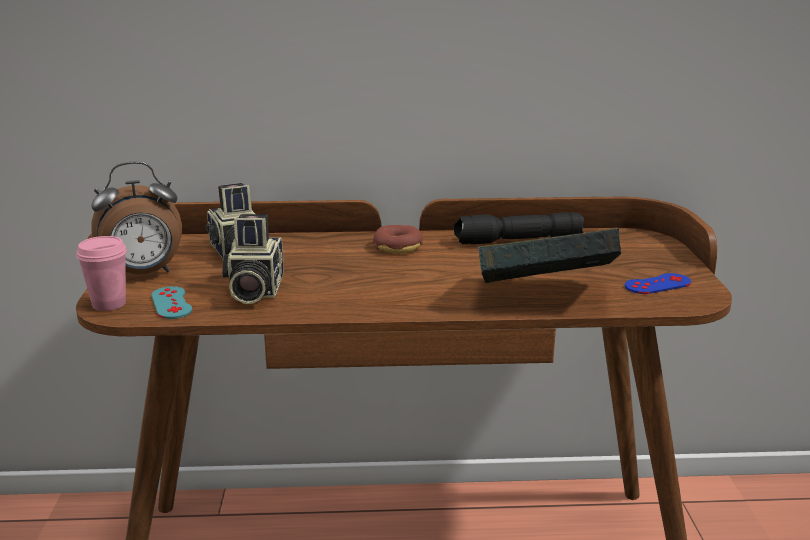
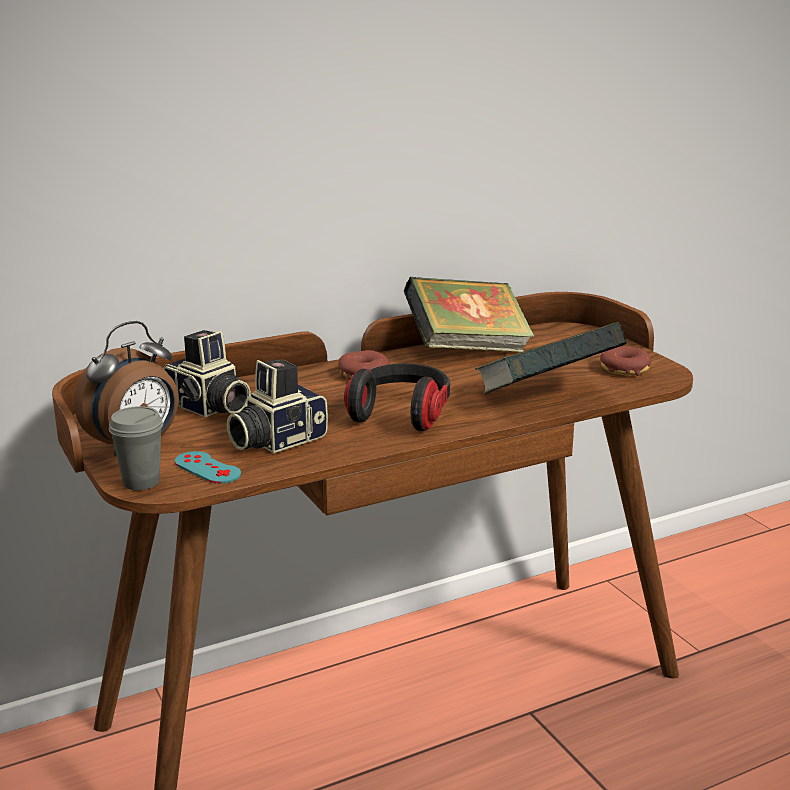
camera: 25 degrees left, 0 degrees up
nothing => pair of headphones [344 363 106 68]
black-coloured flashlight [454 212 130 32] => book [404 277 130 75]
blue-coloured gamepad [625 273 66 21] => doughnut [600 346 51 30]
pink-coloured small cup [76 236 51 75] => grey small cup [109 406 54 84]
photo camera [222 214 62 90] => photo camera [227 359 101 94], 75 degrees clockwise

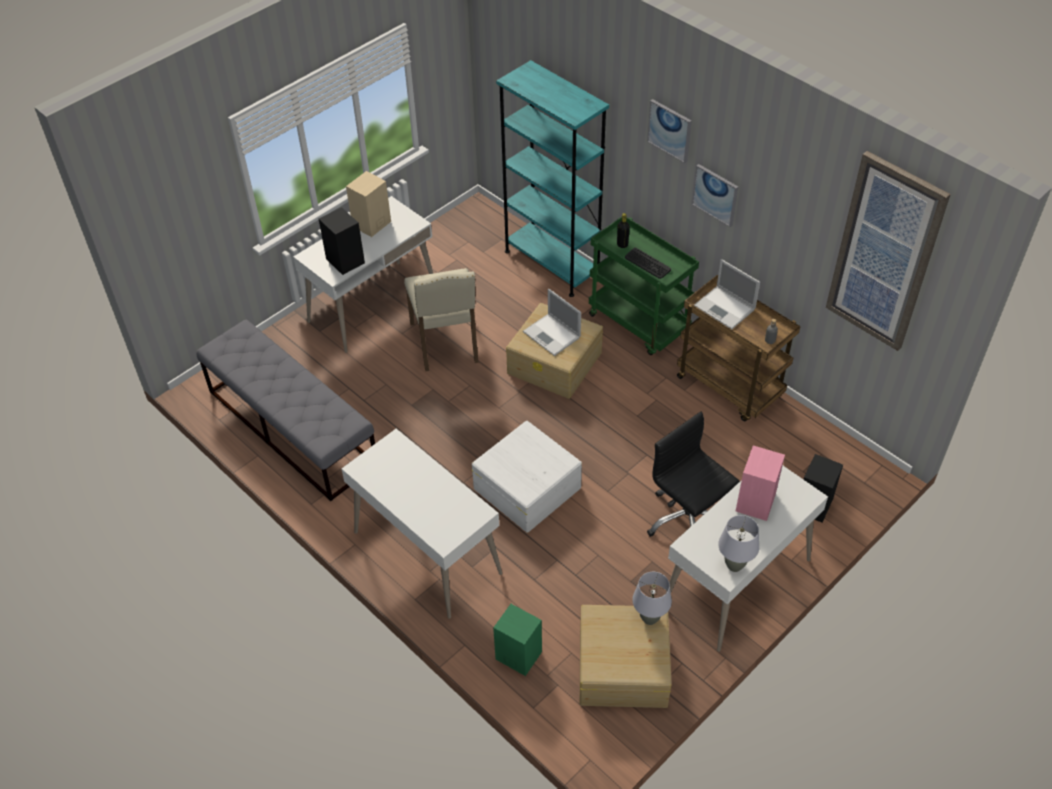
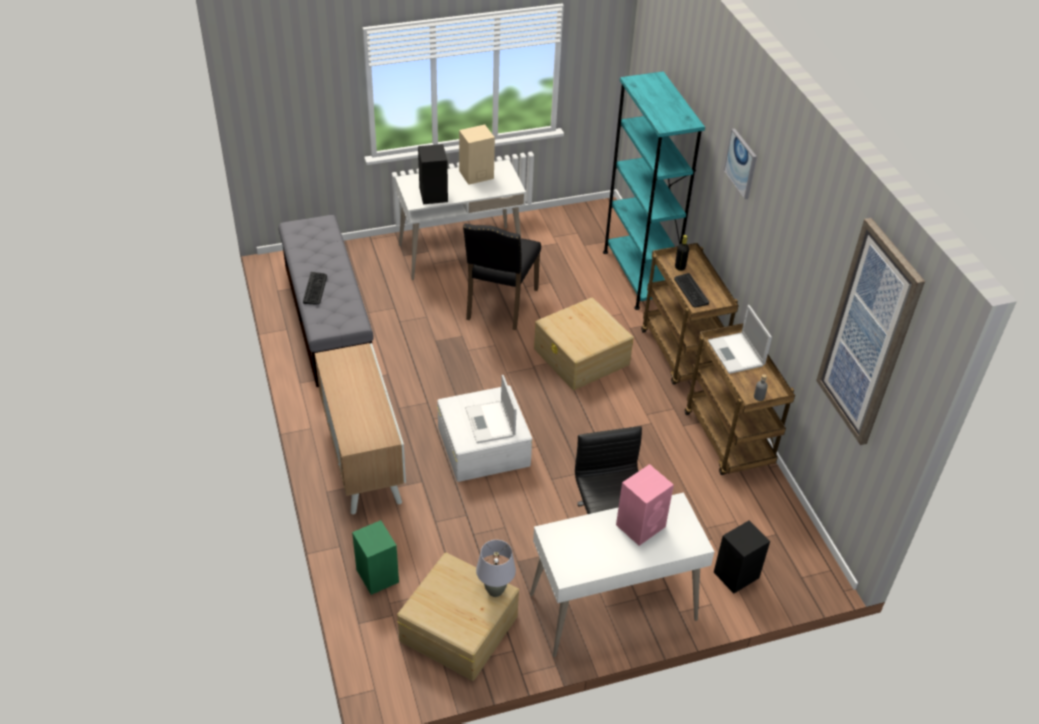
camera: 25 degrees right, 5 degrees down
wall art [692 164 46 63] => nothing
grey table lamp [718 515 41 57] => nothing
nothing => computer keyboard [303 272 24 33]
laptop [523 289 58 67] => laptop [465 375 52 68], move
white desk table [342 429 160 190] => cabinet [315 343 91 172]
beige chair [404 268 75 103] => black-coloured chair [463 223 78 107]
green trolley [589 217 110 138] => brown-coloured trolley [641 243 98 142]

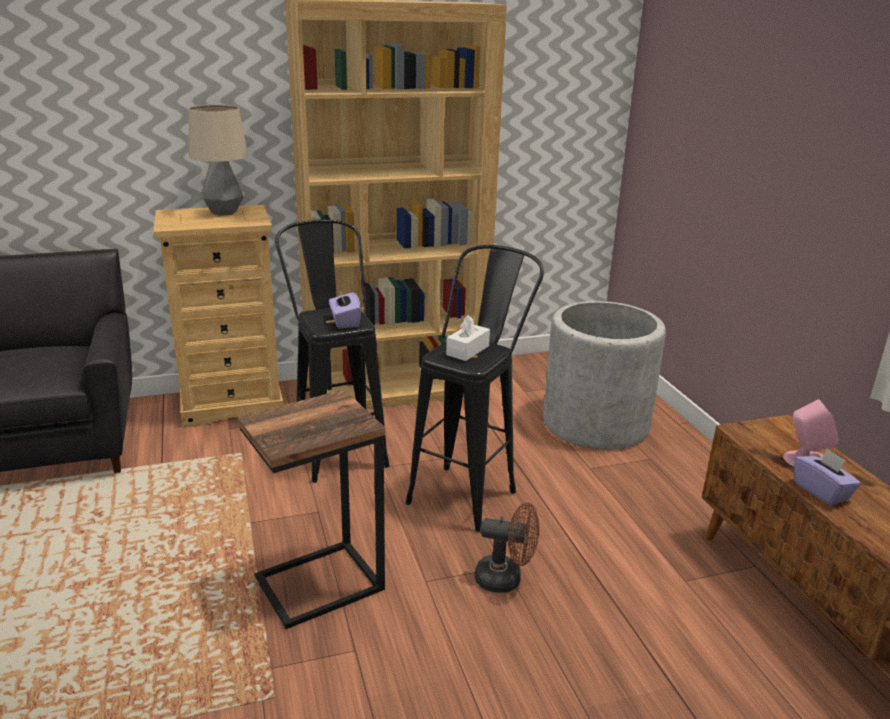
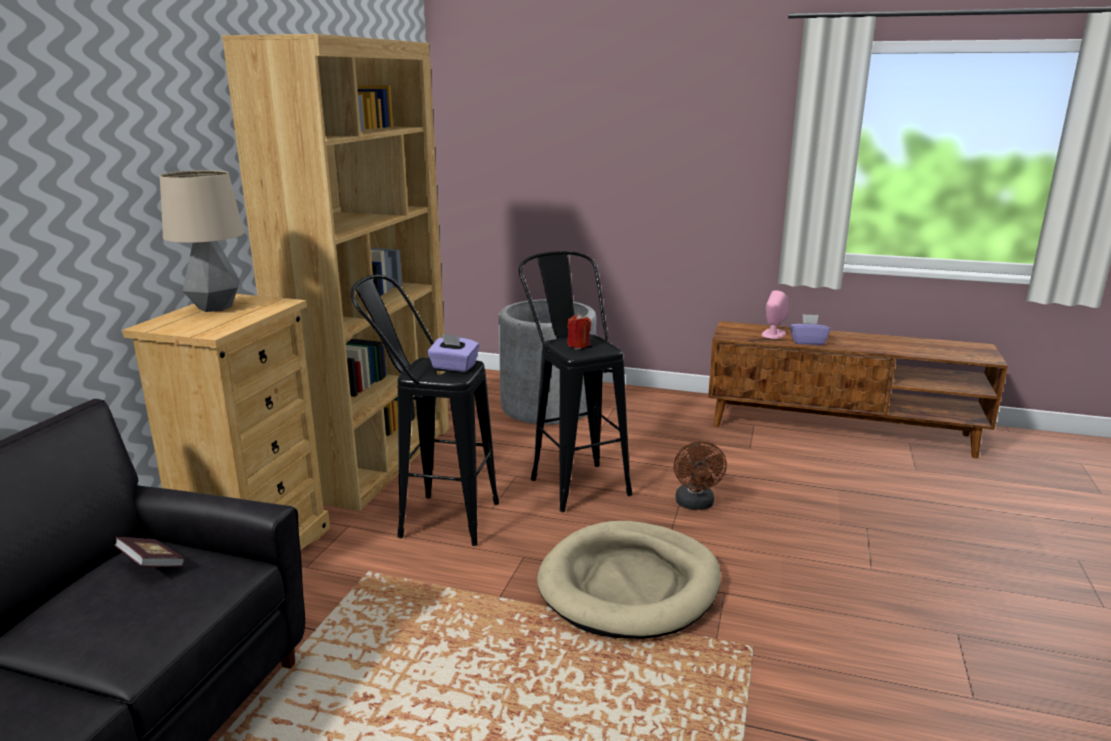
camera: 55 degrees left, 5 degrees down
nothing => book [114 537 71 30]
accent table [237 390 148 239] => beige dog bed [537 521 184 118]
white tissue holder [446 315 44 46] => reddish wax candle [567 313 24 35]
brown-coloured electric fan [475 502 64 91] => brown-coloured electric fan [674 441 53 69], 135 degrees clockwise

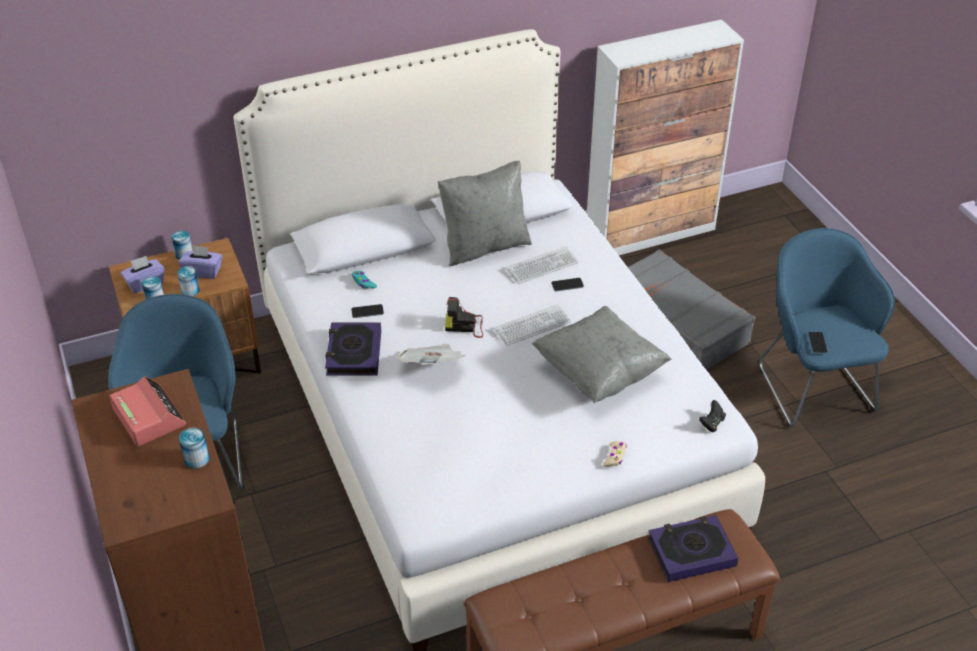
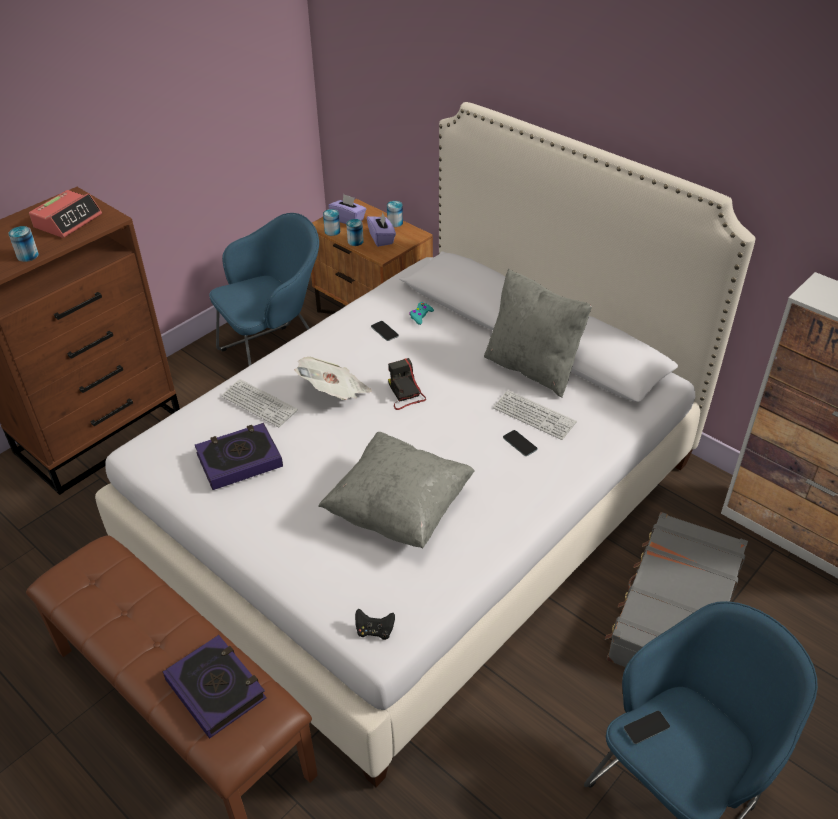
camera: 65 degrees right, 0 degrees up
beige gamepad [603 441 24 26] => nothing
book [325 322 56 54] => book [195 423 88 67], move
computer keyboard [494 304 77 42] => computer keyboard [221 379 77 48], move

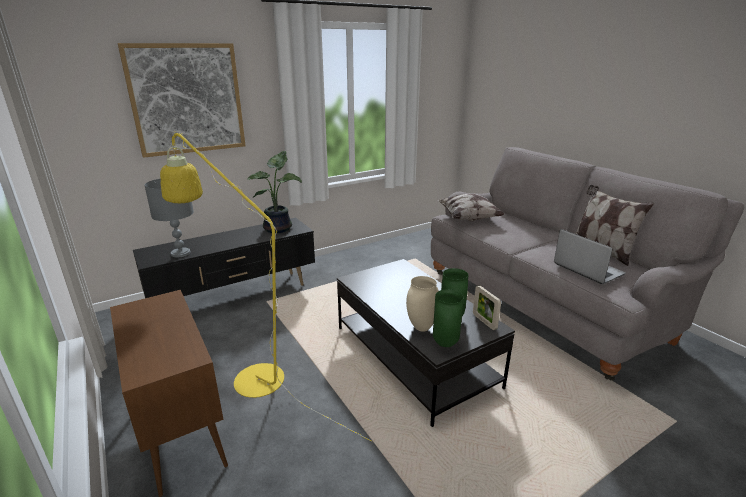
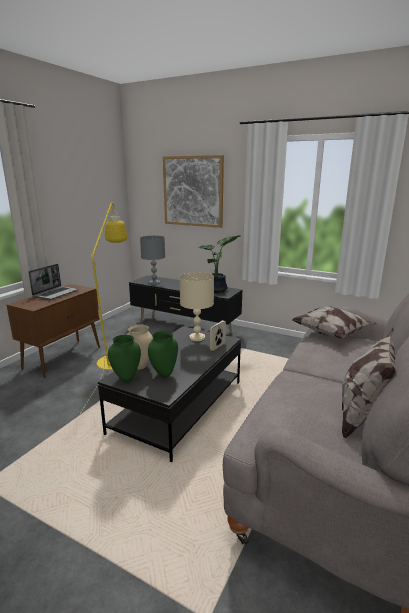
camera: 60 degrees right, 5 degrees down
nothing => beige table lamp [180 272 34 69]
picture frame [473 285 28 45] => picture frame [210 320 16 31], move
laptop [554 229 71 55] => laptop [28 264 50 36], move

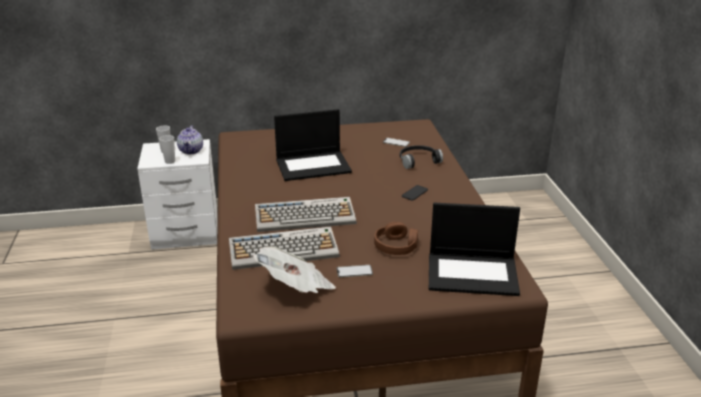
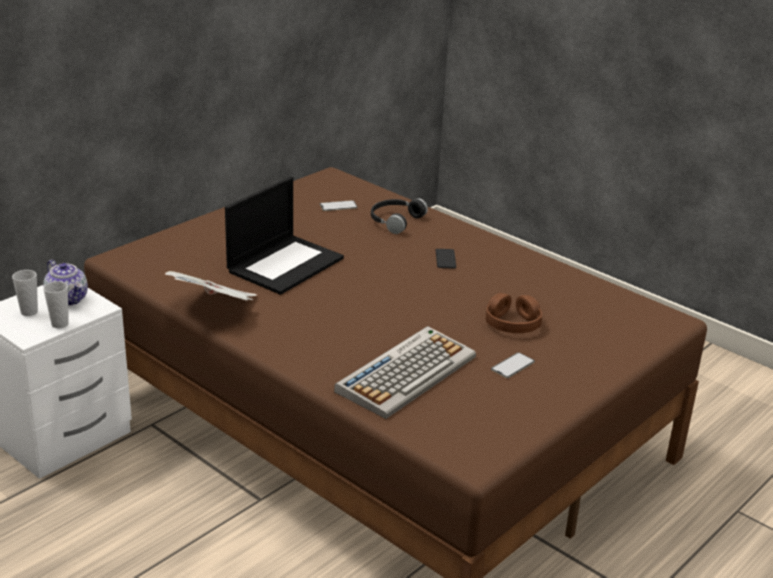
camera: 40 degrees left, 0 degrees up
computer keyboard [255 197 101 35] => nothing
laptop [429 203 91 93] => nothing
newspaper [253 246 83 47] => newspaper [165 271 92 30], move

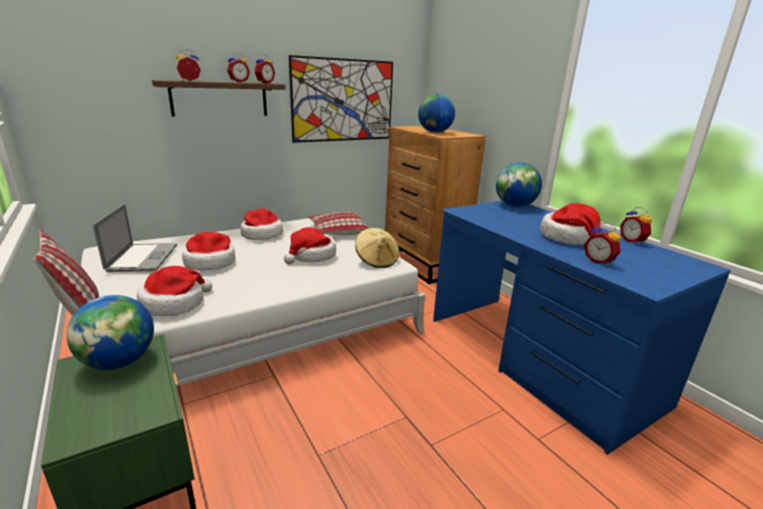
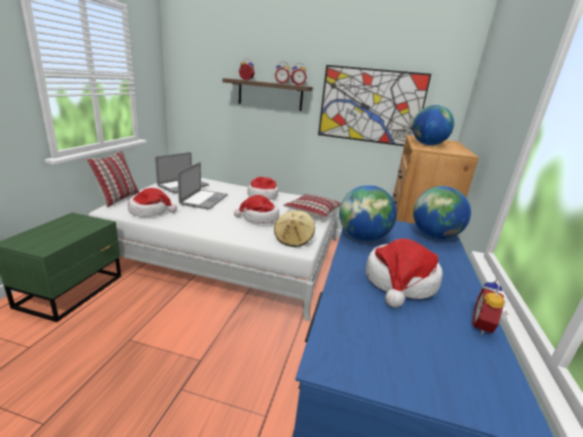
camera: 45 degrees right, 0 degrees up
alarm clock [584 223 37 43] => nothing
desk globe [67 295 87 75] => desk globe [339 185 58 57], move
hat [182 232 53 38] => laptop [177 162 51 47]

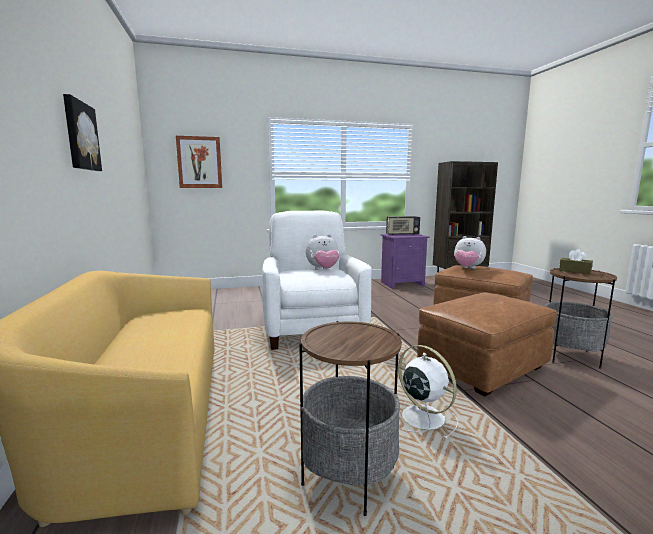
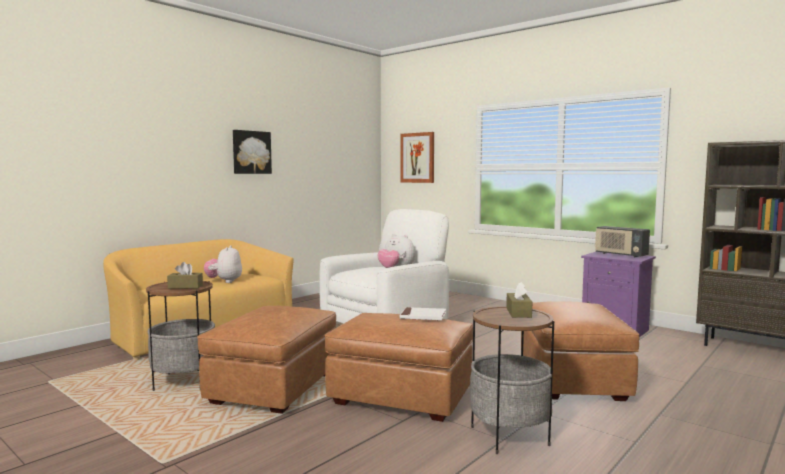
camera: 55 degrees right, 5 degrees down
nothing => brown-coloured tissue holder [167 262 36 27]
nothing => white book [400 307 46 14]
cuddly toy [454 236 32 33] => cuddly toy [204 245 38 38], move
white electric fan [398 345 60 94] => brown-coloured footrest [197 306 139 108]

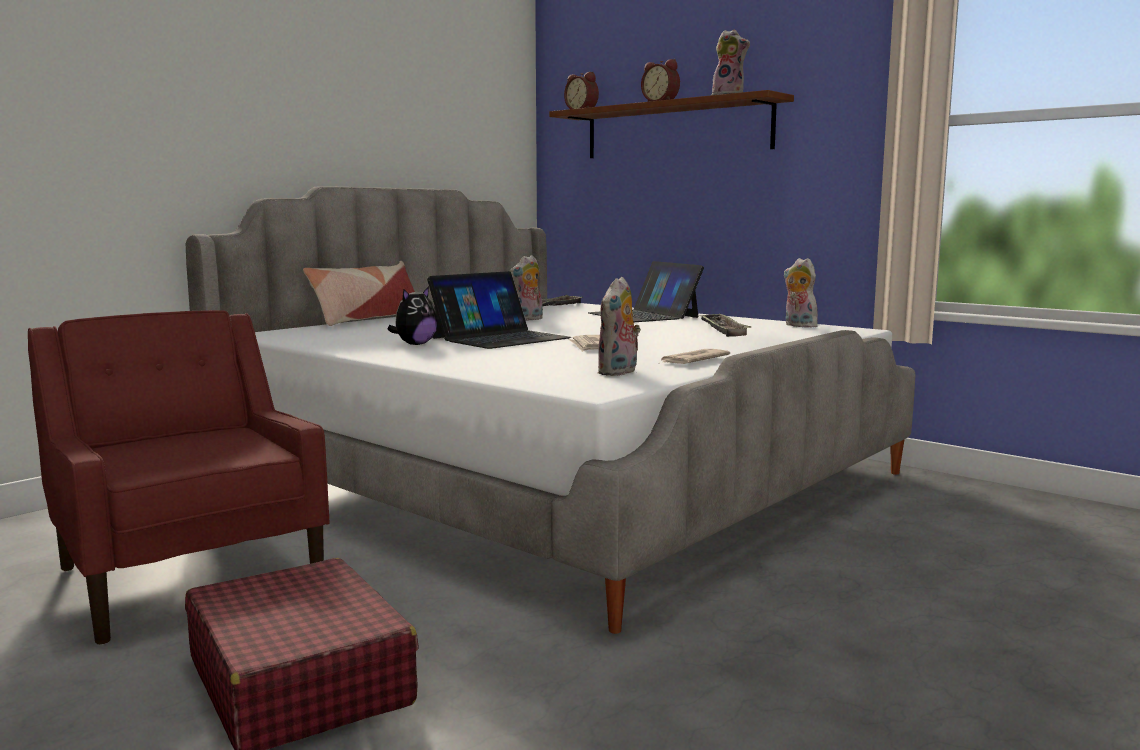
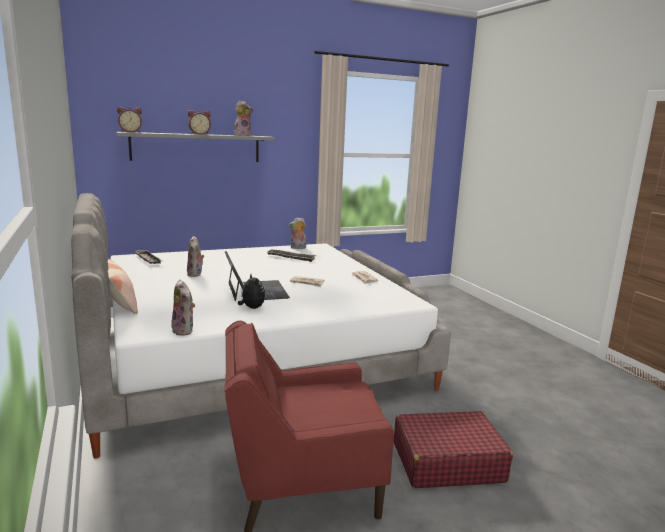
camera: 65 degrees left, 5 degrees up
laptop [588 261 116 61] => nothing
cuddly toy [597 277 44 99] => cuddly toy [171 279 24 57], move
brown-coloured wall shelf [549 90 245 68] => grey wall shelf [117 132 158 30]

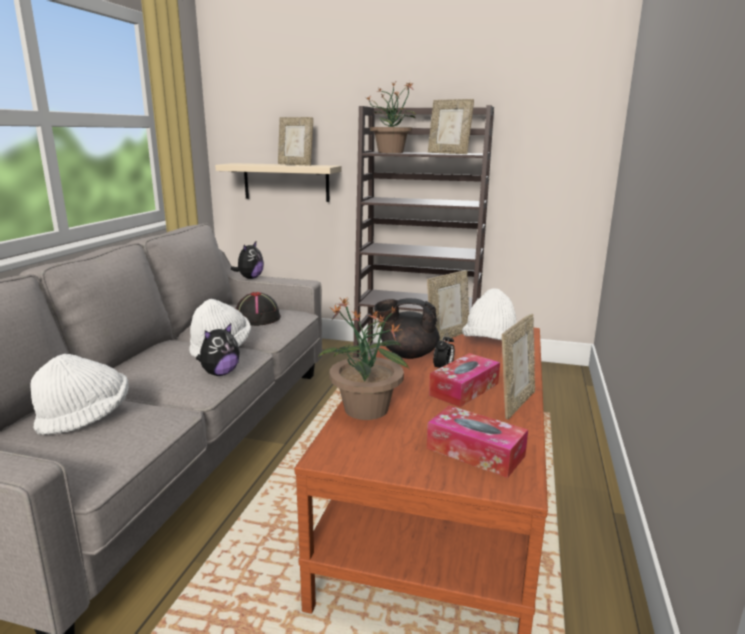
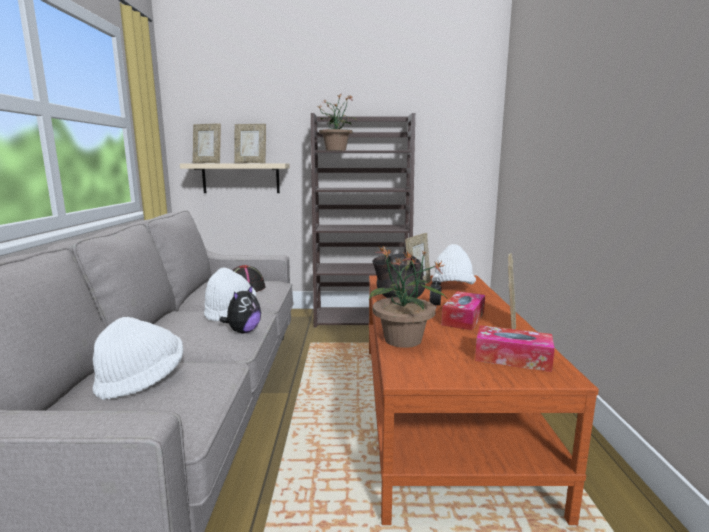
camera: 15 degrees left, 5 degrees down
cuddly toy [231 242 33 37] => nothing
picture frame [428 99 46 55] => picture frame [193 123 28 40], move

